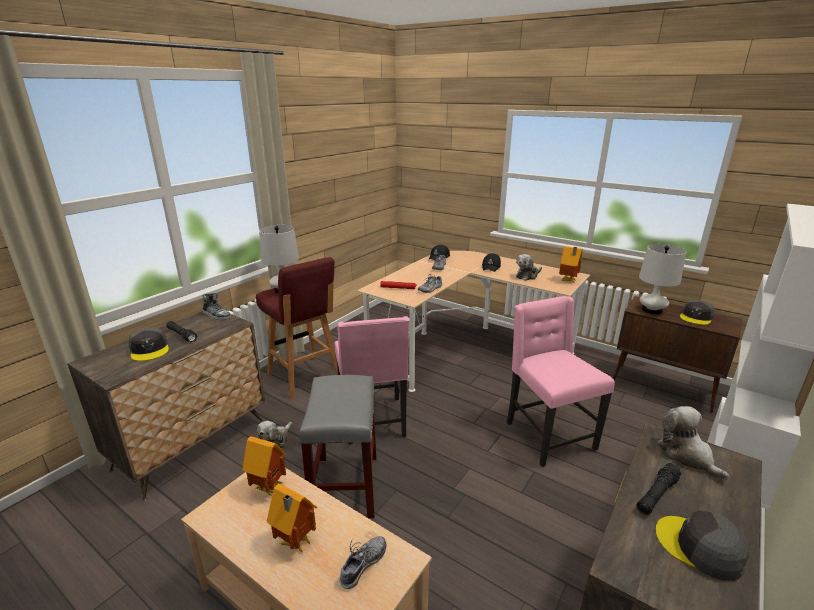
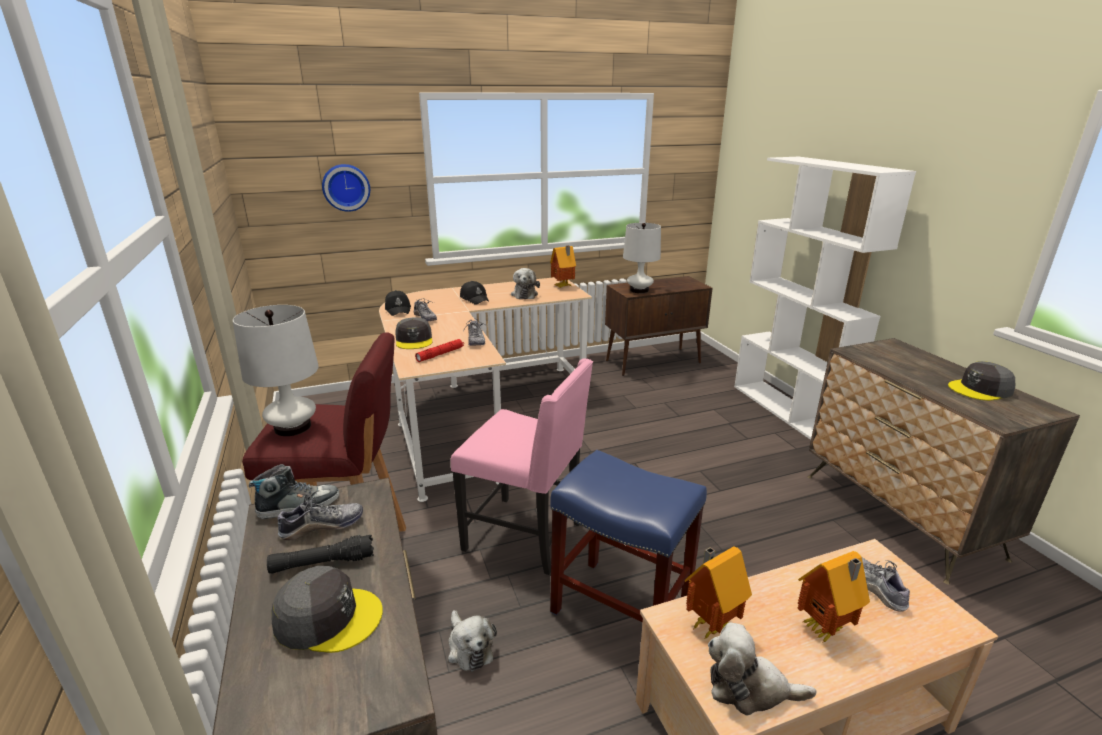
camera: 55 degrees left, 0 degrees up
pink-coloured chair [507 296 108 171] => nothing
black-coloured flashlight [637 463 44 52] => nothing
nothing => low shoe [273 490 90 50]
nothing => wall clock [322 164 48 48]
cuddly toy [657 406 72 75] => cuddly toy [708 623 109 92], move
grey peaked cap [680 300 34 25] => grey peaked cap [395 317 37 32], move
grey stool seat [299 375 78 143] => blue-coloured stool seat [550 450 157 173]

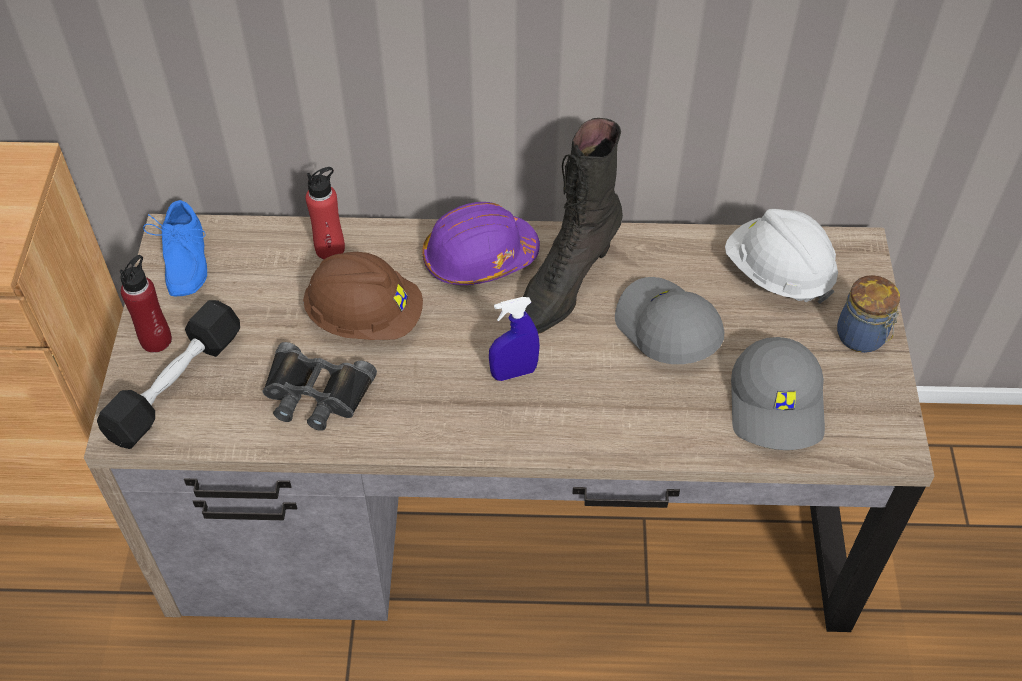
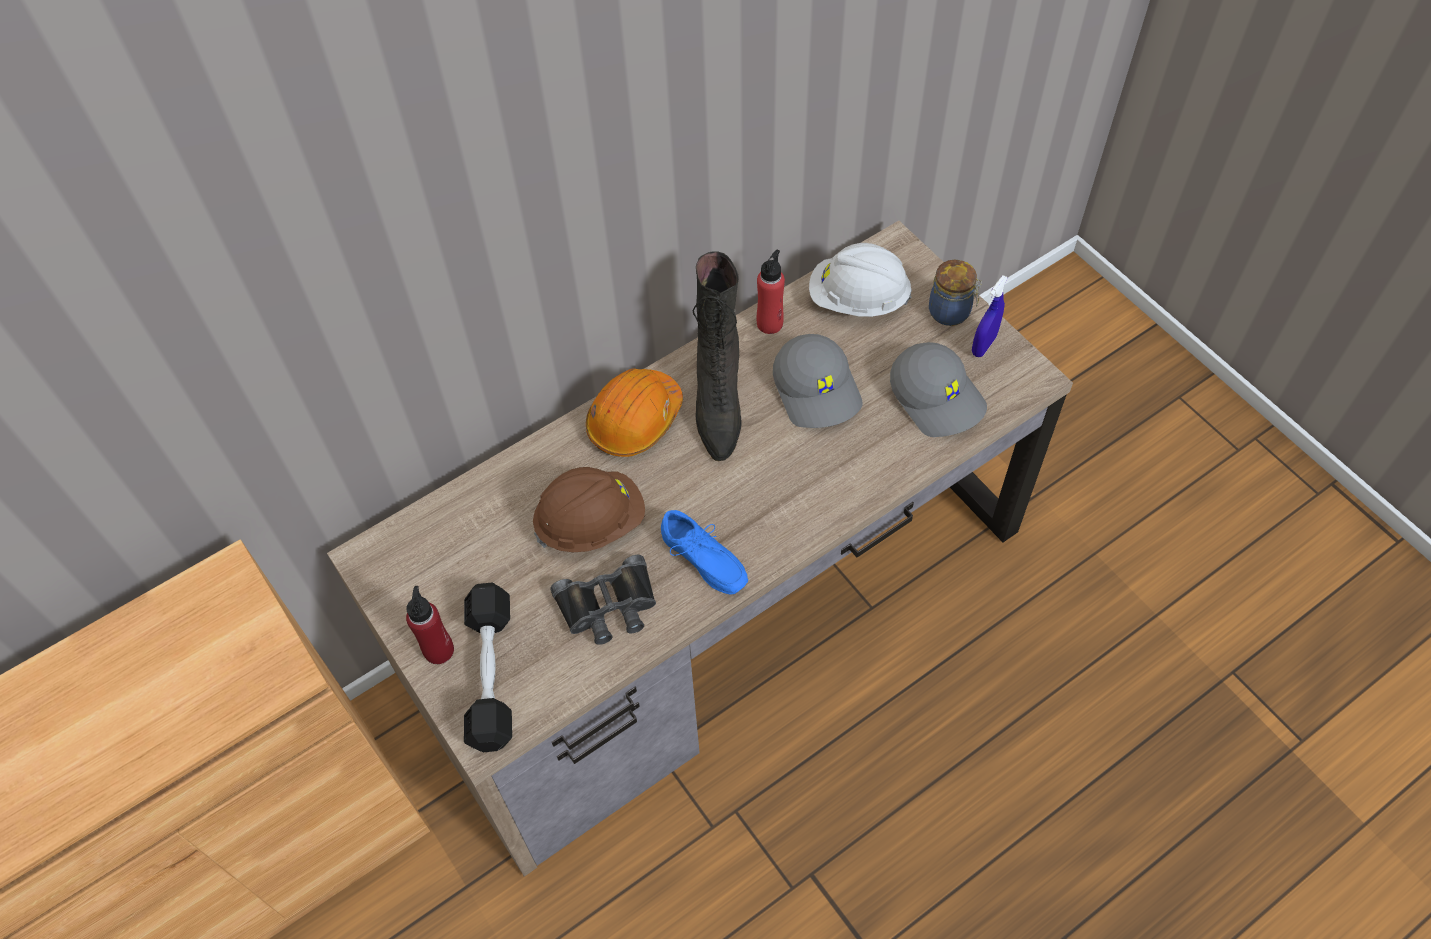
camera: 35 degrees left, 5 degrees up
blue-coloured low shoe [143 200 64 96] => blue-coloured low shoe [661 510 87 84], move
reddish bottle [306 167 39 92] => reddish bottle [756 250 29 84], move
blue-coloured sprayer [489 297 51 84] => blue-coloured sprayer [972 275 36 82], move
purple-coloured work helmet [422 202 118 83] => orange work helmet [586 368 97 89]
grey peaked cap [615 277 109 87] => grey peaked cap [773 334 90 94], 135 degrees counterclockwise

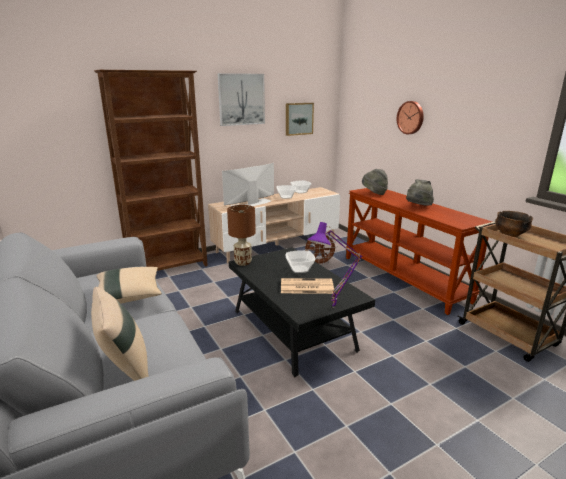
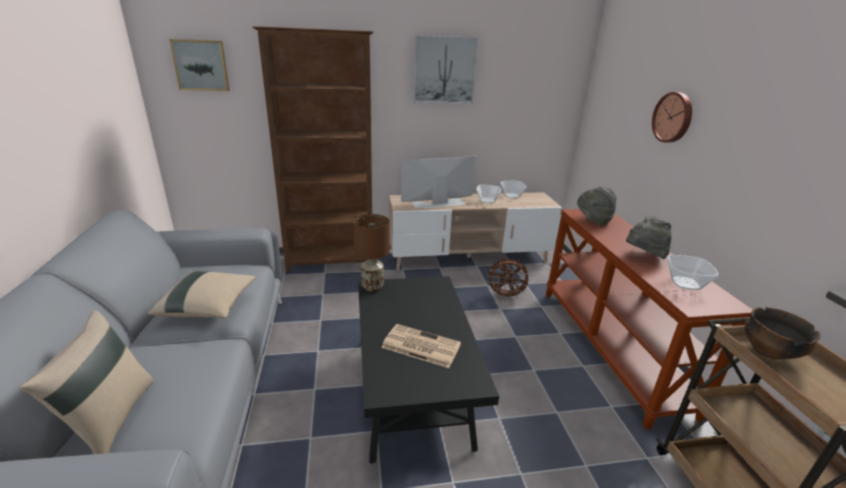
camera: 20 degrees right, 5 degrees up
purple-coloured table lamp [307 222 55 86] => nothing
deep dish [285 250 30 23] => deep dish [667 255 51 35], move
wall art [286 103 28 33] => wall art [169 39 61 52], move

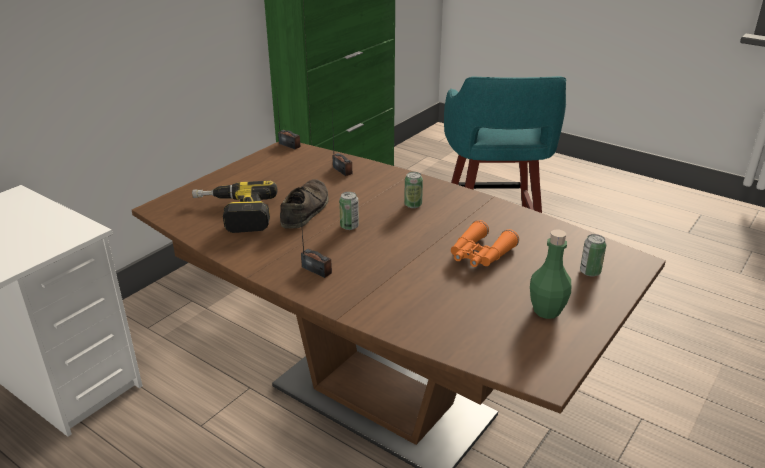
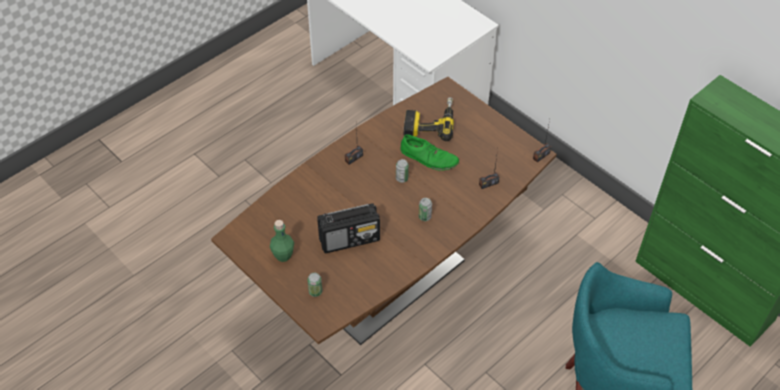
camera: 100 degrees right, 20 degrees up
orange binoculars [451 220 68 47] => radio receiver [317 203 63 50]
brown-coloured low shoe [280 179 49 50] => green low shoe [400 134 59 36]

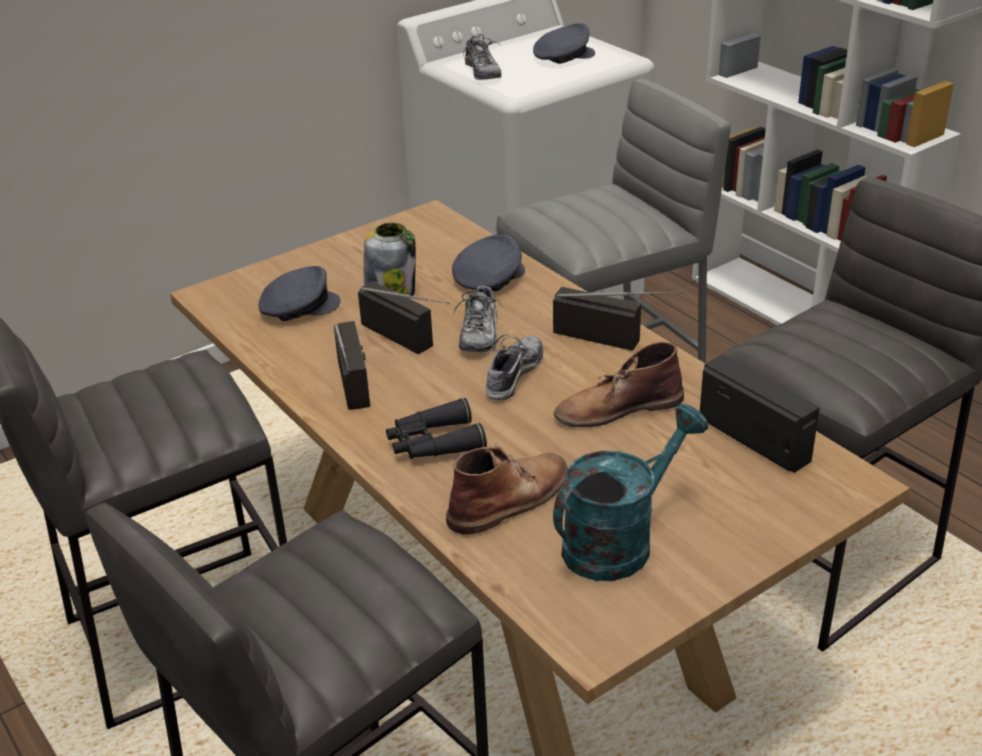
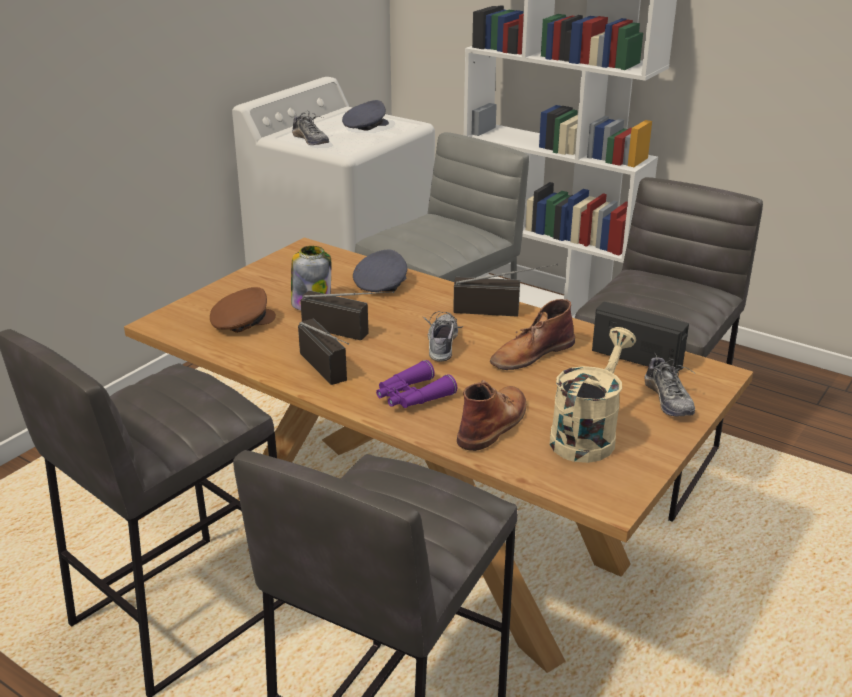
camera: 20 degrees left, 5 degrees down
low shoe [453 284 50 68] => low shoe [644 355 51 62], move
grey peaked cap [258 266 83 55] => brown-coloured peaked cap [210 287 66 46]
black-coloured binoculars [386 398 101 61] => purple-coloured binoculars [376 360 81 48]
turquoise-coloured watering pot [553 404 155 177] => beige watering pot [550 327 86 136]

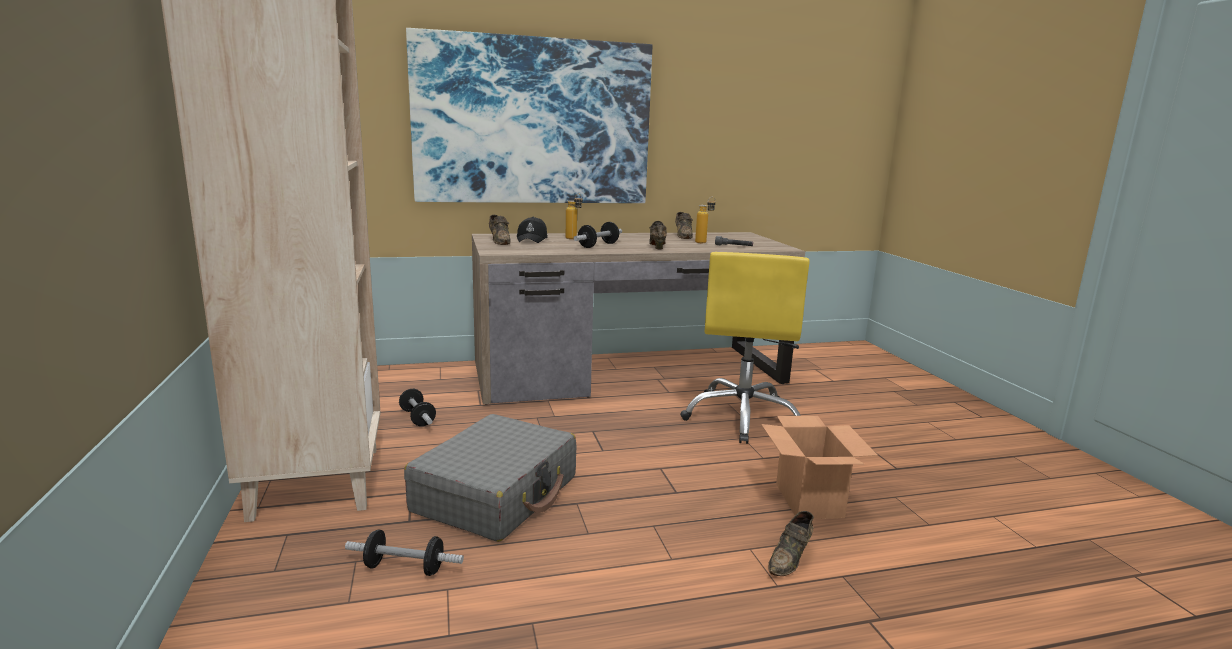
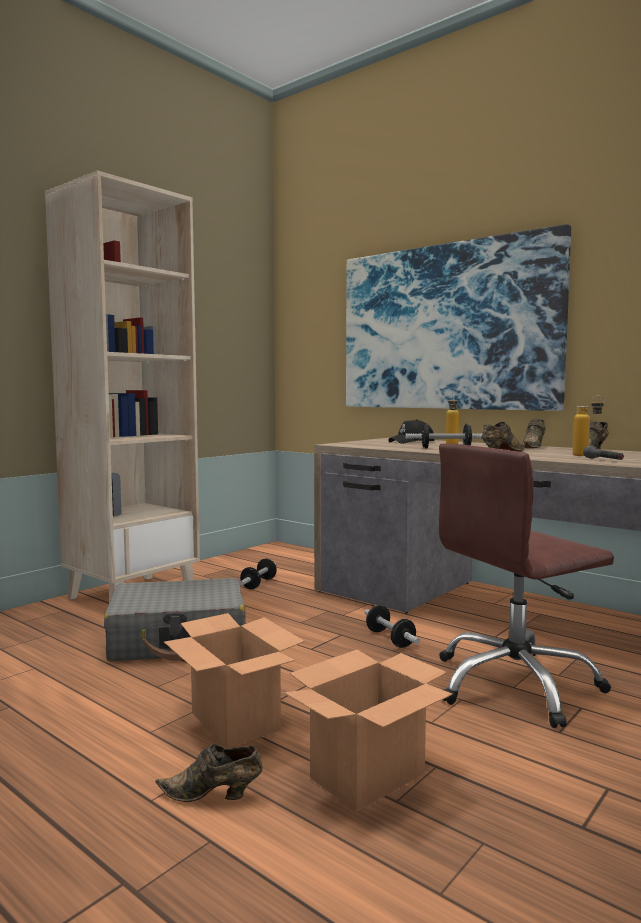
camera: 55 degrees right, 10 degrees down
nothing => cardboard box [164 613 141 135]
dumbbell [345 530 119 46] => dumbbell [364 605 56 43], move
brown-coloured low shoe [489 215 22 30] => brown-coloured low shoe [522 419 24 29], move
yellow-coloured desk chair [680 252 130 192] => brown-coloured desk chair [439 443 175 285]

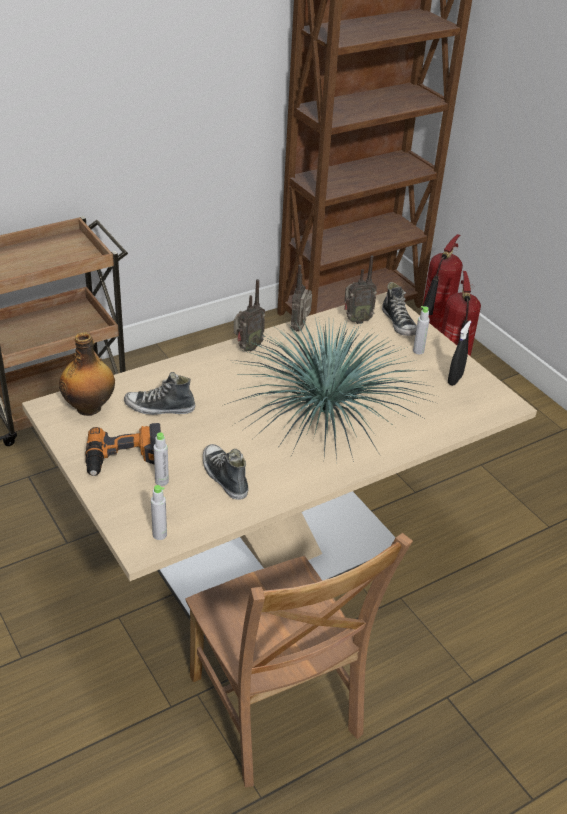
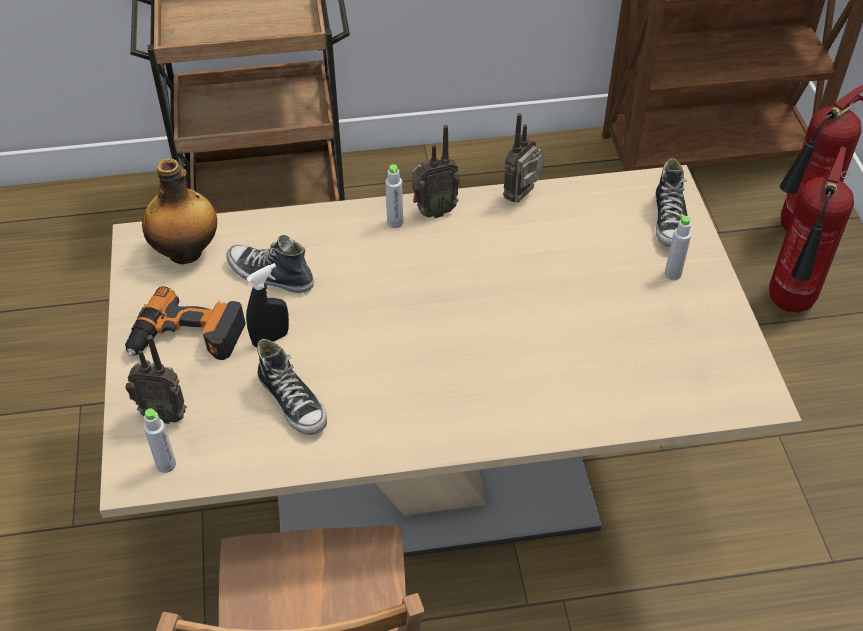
camera: 25 degrees right, 10 degrees up
plant in a pot [224 319 216 143] => nothing
grey bottle [154 432 15 54] => grey bottle [385 164 18 64], move
radio receiver [344 256 33 68] => radio receiver [126 335 61 89], move
black-coloured sprayer [448 321 23 65] => black-coloured sprayer [246 263 43 84], move
low shoe [203 444 45 56] => low shoe [257 339 70 96], 150 degrees clockwise

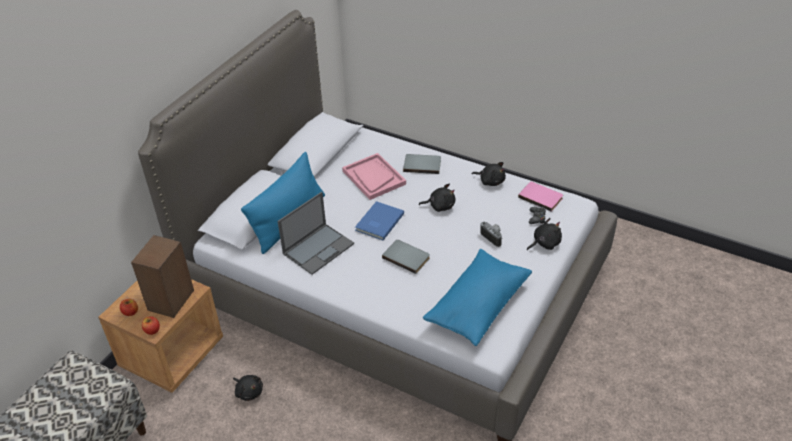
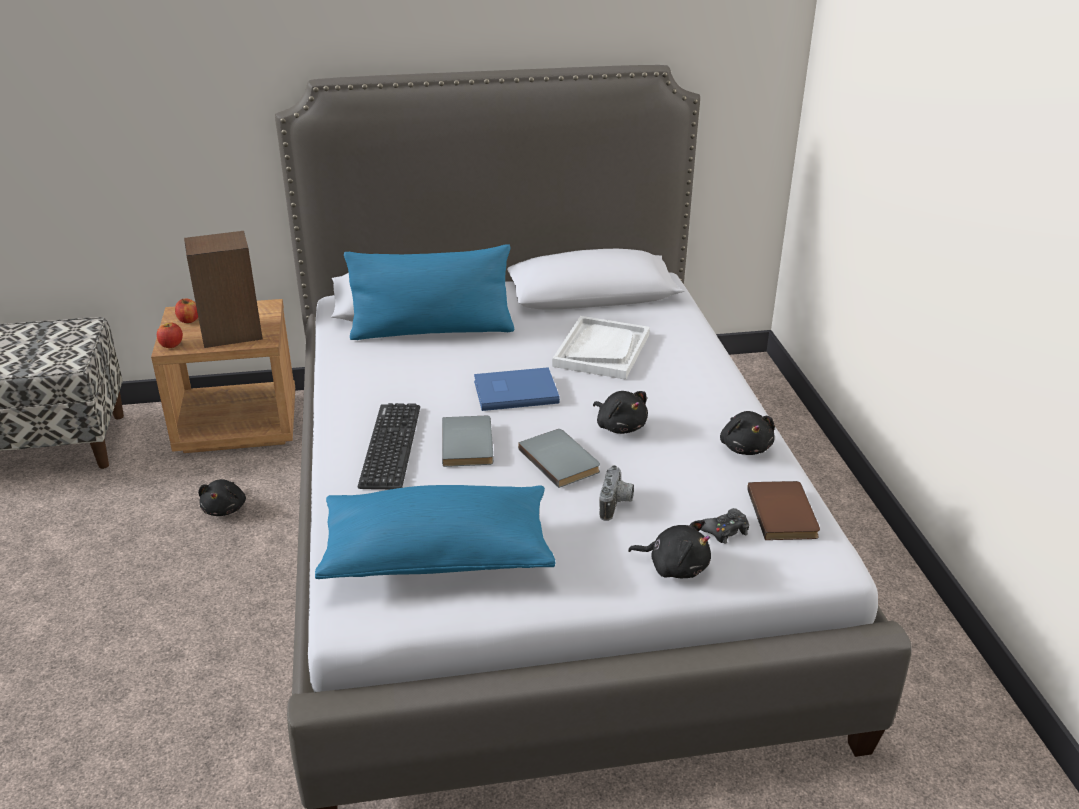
camera: 50 degrees right, 10 degrees down
laptop [278 192 76 83] => nothing
nothing => computer keyboard [358 403 62 86]
grey book [403 154 38 20] => grey book [518 429 82 59], move
pink-coloured tray [342 153 64 47] => white tray [552 316 98 64]
pink-coloured book [518 182 45 30] => brown-coloured book [747 481 73 59]

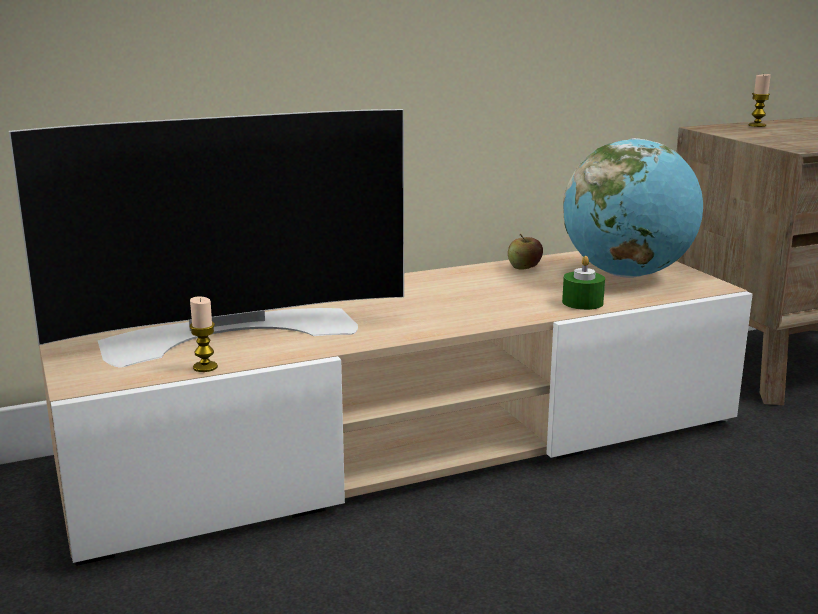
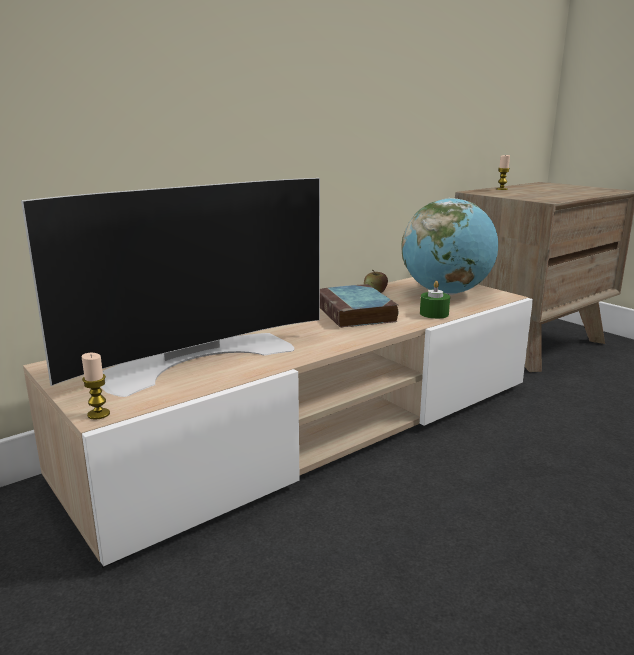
camera: 15 degrees left, 0 degrees up
nothing => book [320 284 78 44]
wax candle [189 296 29 76] => wax candle [81 353 29 67], move

